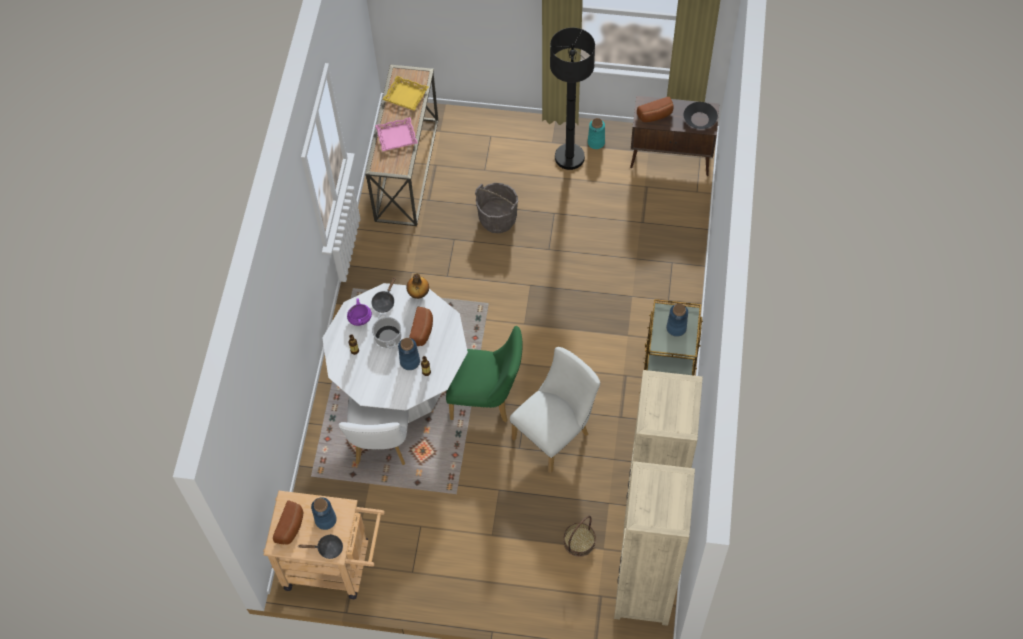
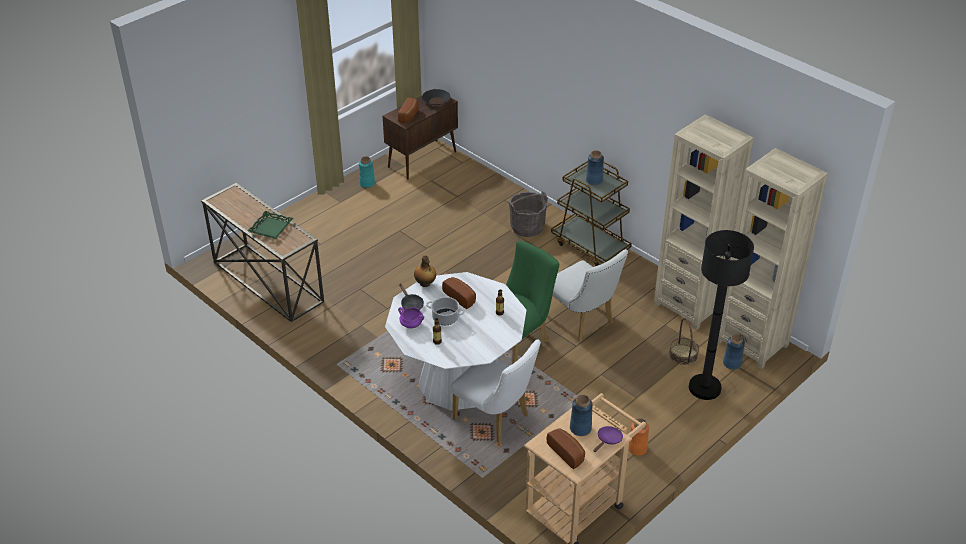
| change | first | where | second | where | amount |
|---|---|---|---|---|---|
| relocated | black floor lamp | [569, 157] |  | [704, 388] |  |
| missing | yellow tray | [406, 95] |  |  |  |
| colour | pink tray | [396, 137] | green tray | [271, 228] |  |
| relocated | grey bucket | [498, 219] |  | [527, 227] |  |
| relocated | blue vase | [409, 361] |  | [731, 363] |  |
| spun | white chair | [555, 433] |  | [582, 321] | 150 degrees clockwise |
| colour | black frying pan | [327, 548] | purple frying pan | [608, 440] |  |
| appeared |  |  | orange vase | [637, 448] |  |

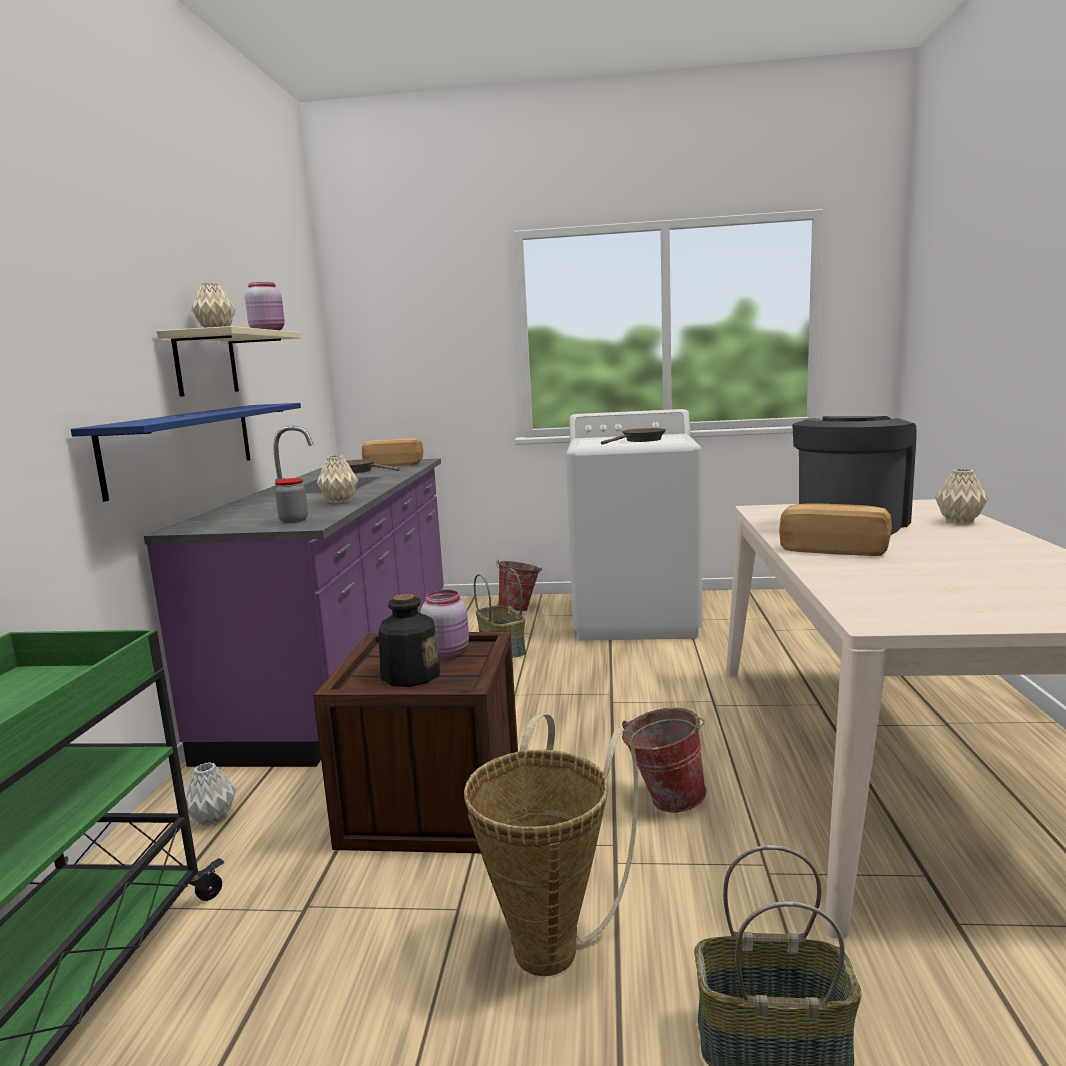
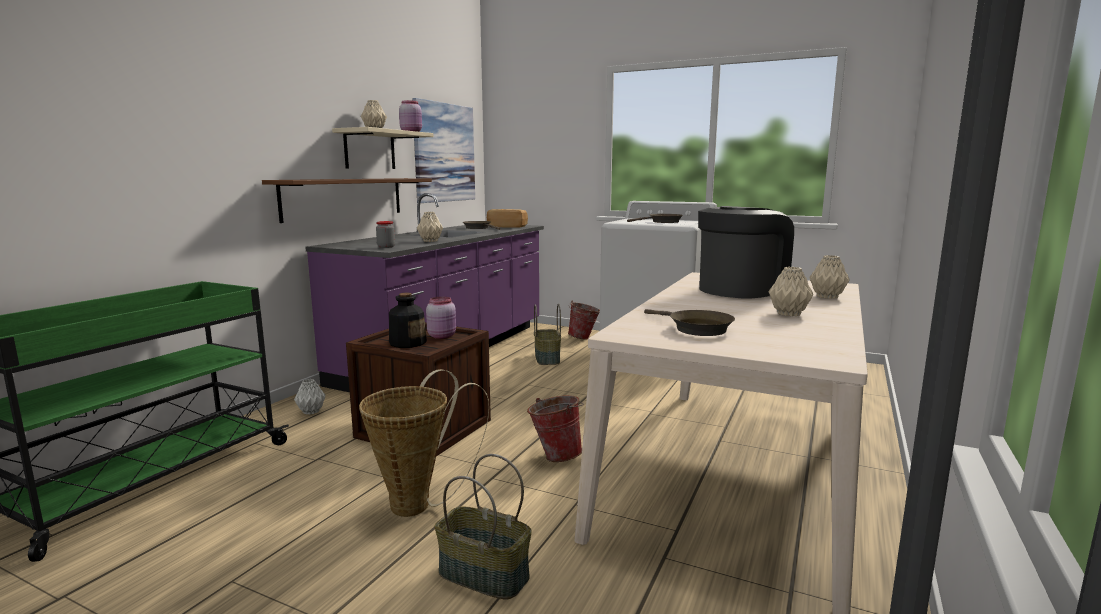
| change | first | where | second | where | amount |
|---|---|---|---|---|---|
| colour | blue shelf | [183, 446] | brown shelf | [344, 198] |  |
| missing | bread | [834, 549] |  |  |  |
| appeared |  |  | picture | [444, 153] |  |
| appeared |  |  | beige vase | [789, 314] |  |
| appeared |  |  | brown frying pan | [695, 328] |  |

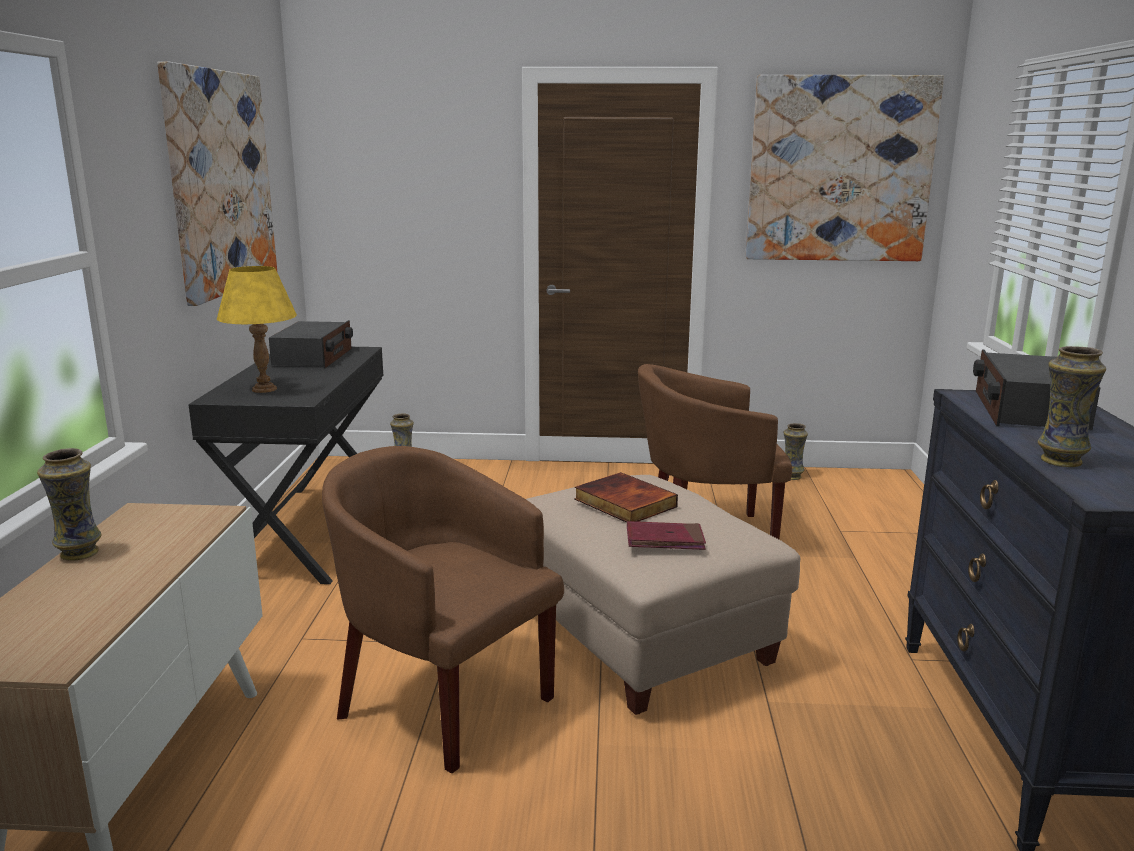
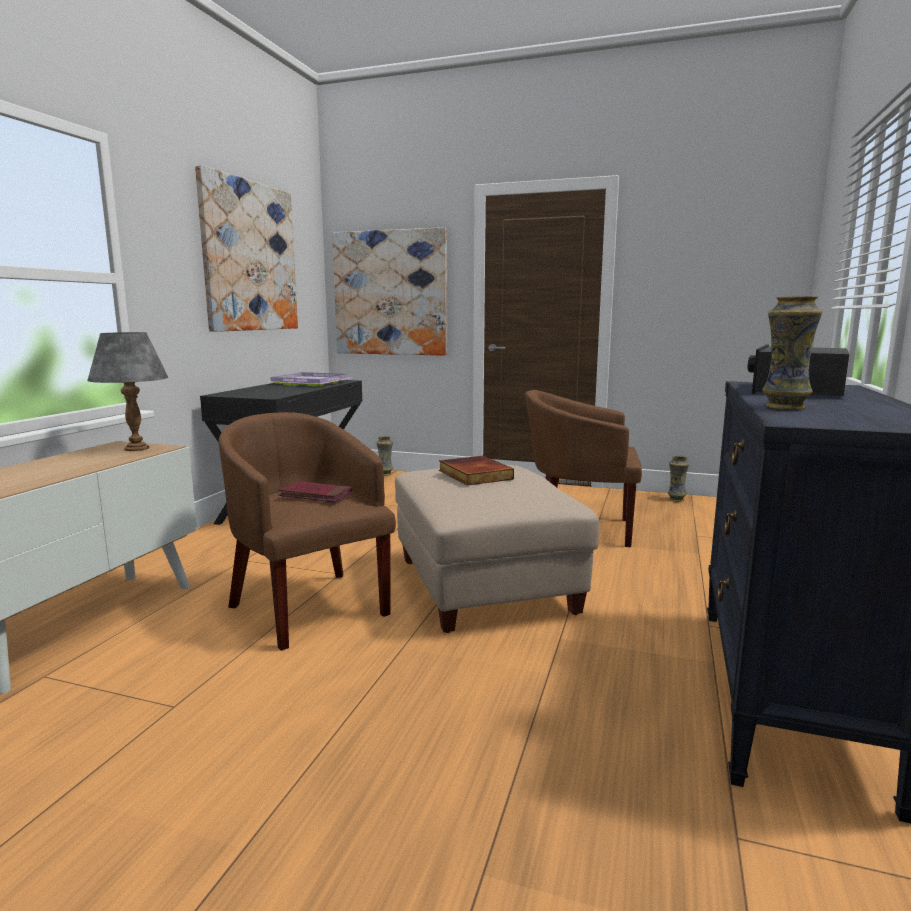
| change | first | where | second | where | amount |
|---|---|---|---|---|---|
| relocated | picture | [839, 170] |  | [390, 293] |  |
| missing | yellow table lamp | [264, 389] |  |  |  |
| exchanged | radio | [313, 357] | purple tray | [310, 382] |  |
| missing | vase | [79, 553] |  |  |  |
| relocated | red book | [665, 540] |  | [316, 495] |  |
| appeared |  |  | grey table lamp | [137, 448] |  |

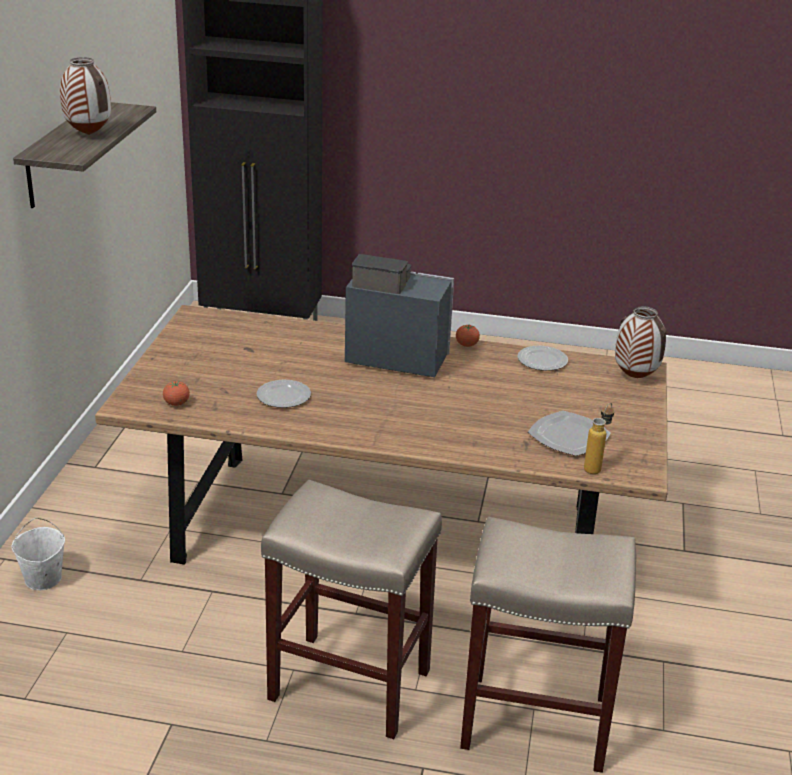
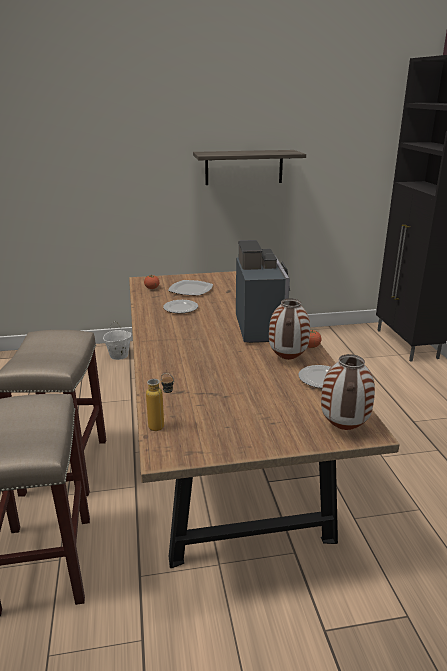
| change | first | where | second | where | amount |
|---|---|---|---|---|---|
| relocated | vase | [88, 134] |  | [287, 359] |  |
| relocated | plate | [569, 436] |  | [191, 290] |  |

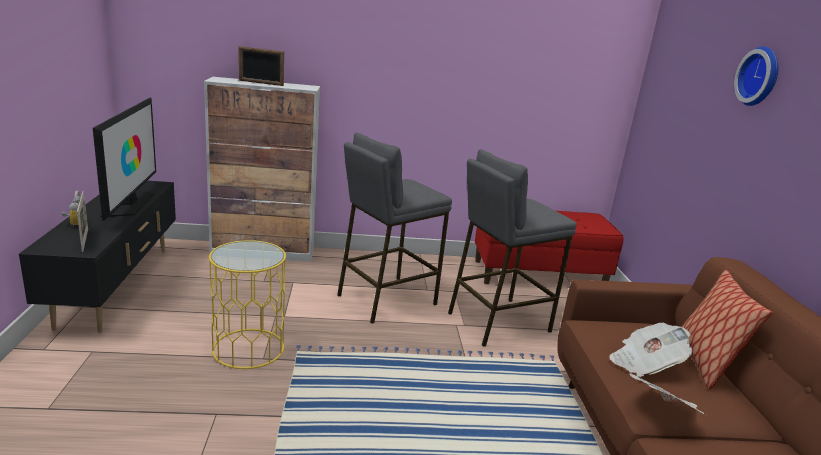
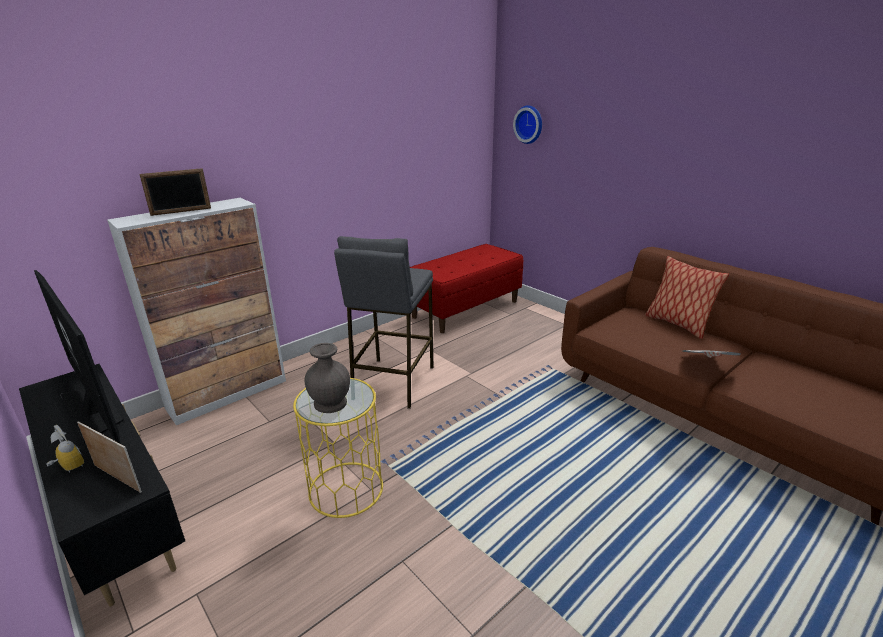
| change | first | where | second | where | amount |
|---|---|---|---|---|---|
| relocated | wall clock | [761, 77] |  | [529, 124] |  |
| missing | grey stool | [497, 321] |  |  |  |
| missing | newspaper | [645, 364] |  |  |  |
| appeared |  |  | grey vase | [331, 403] |  |

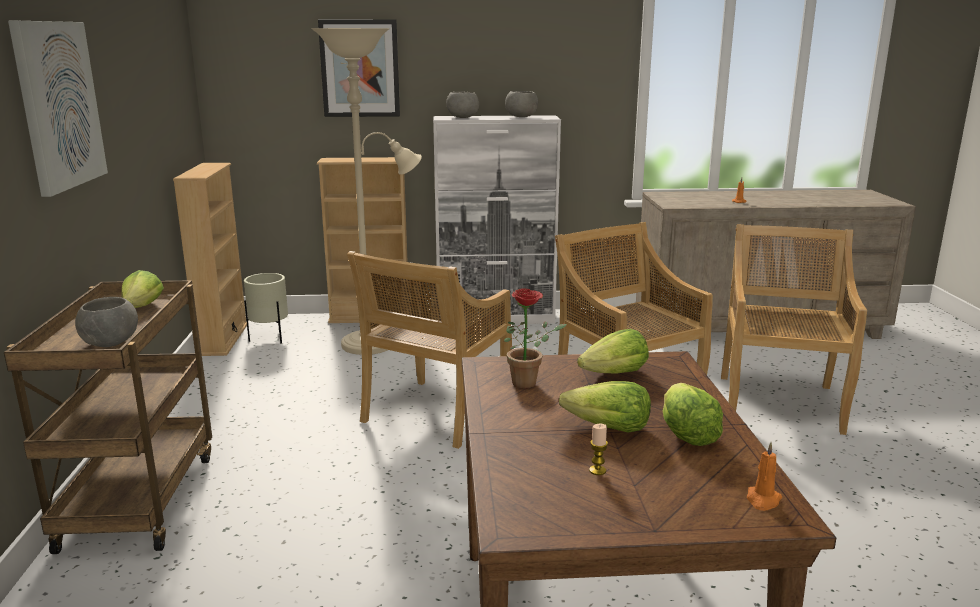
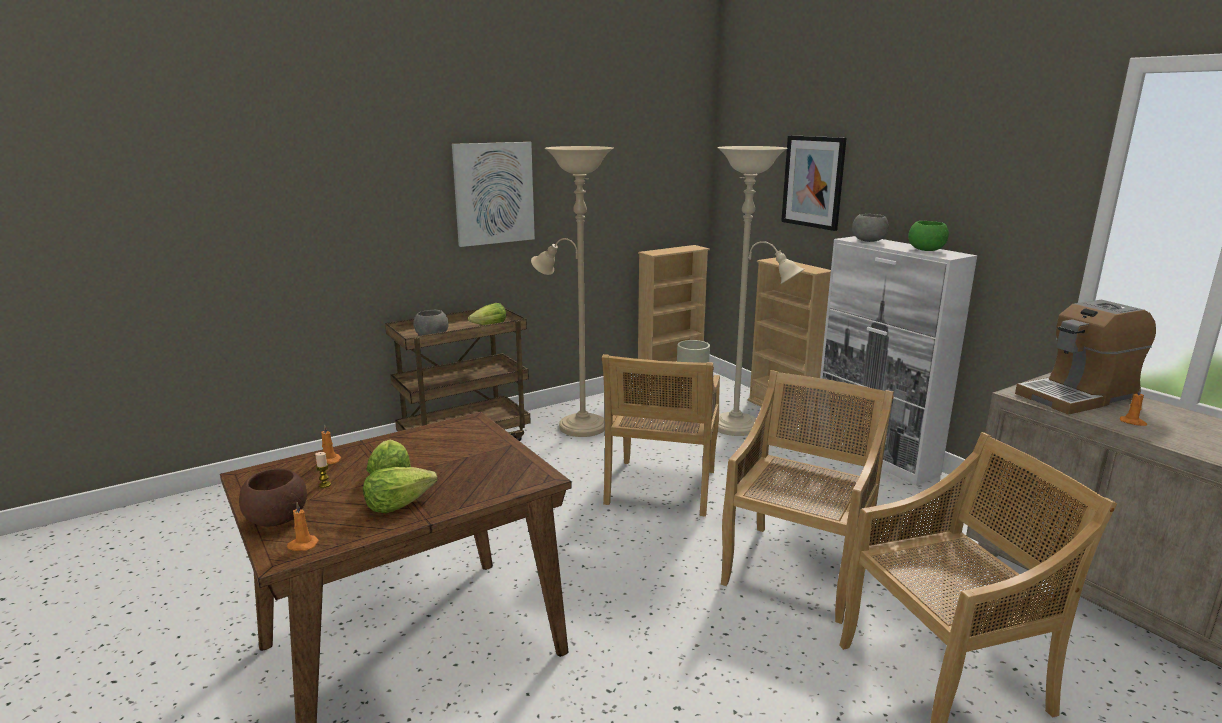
| change | first | where | second | where | amount |
|---|---|---|---|---|---|
| colour | grey bowl | [521, 117] | green bowl | [926, 250] |  |
| spun | beige chair | [435, 414] |  | [661, 488] | 75 degrees counterclockwise |
| missing | potted plant | [529, 383] |  |  |  |
| missing | lettuce | [615, 374] |  |  |  |
| appeared |  |  | beige floor lamp | [577, 425] |  |
| appeared |  |  | coffee machine | [1077, 396] |  |
| appeared |  |  | orange candle | [328, 461] |  |
| appeared |  |  | brown bowl | [277, 519] |  |

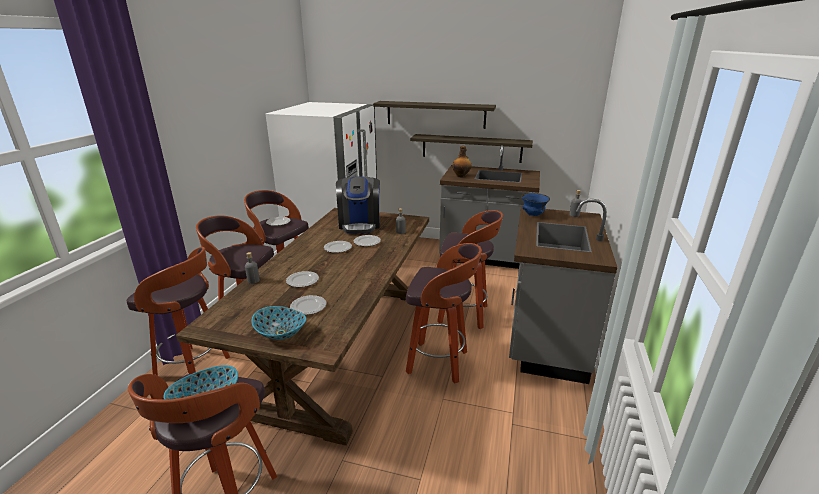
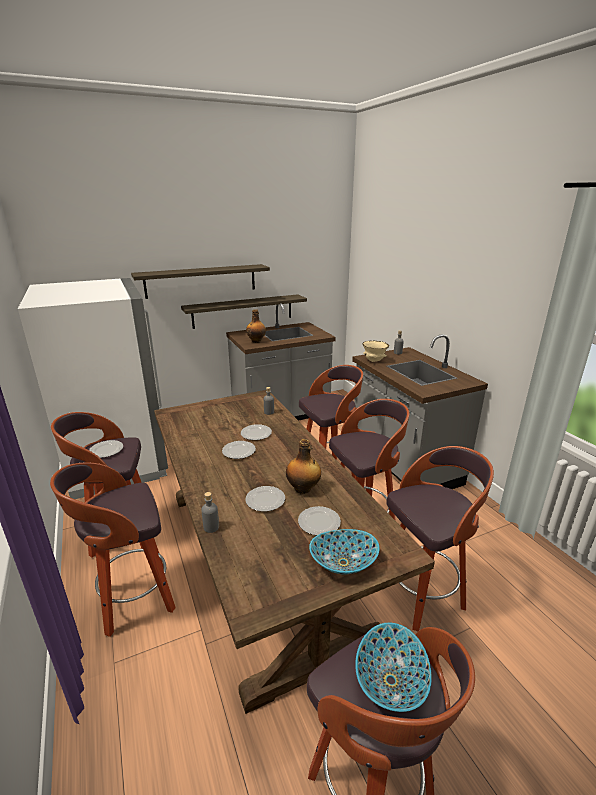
| change | first | where | second | where | amount |
|---|---|---|---|---|---|
| missing | coffee machine | [359, 224] |  |  |  |
| colour | blue bowl | [533, 215] | beige bowl | [374, 361] |  |
| relocated | stool | [195, 368] |  | [423, 595] |  |
| appeared |  |  | bottle | [303, 489] |  |

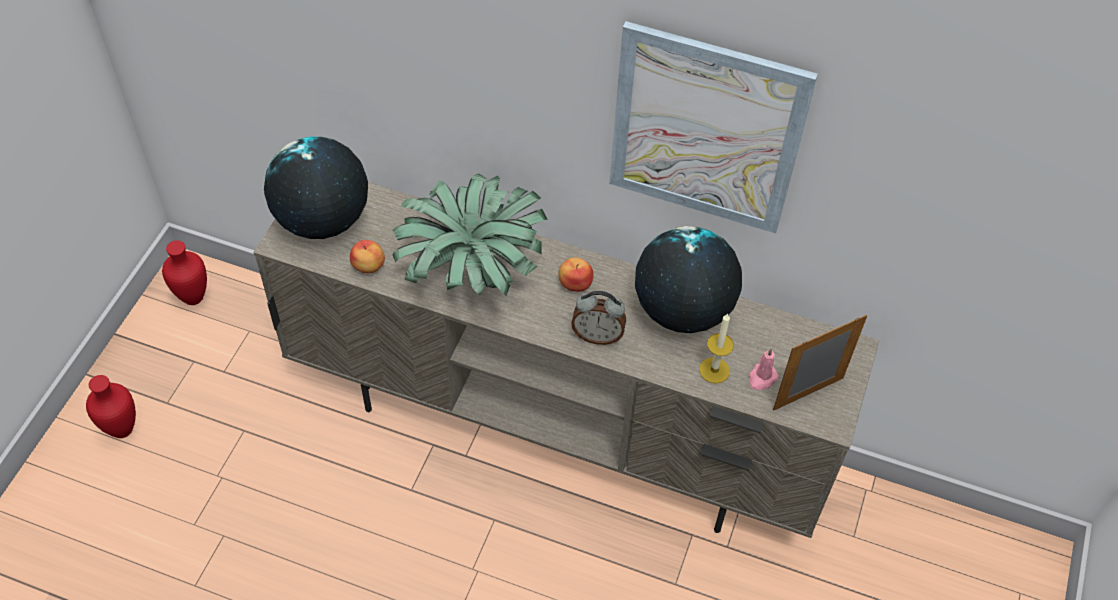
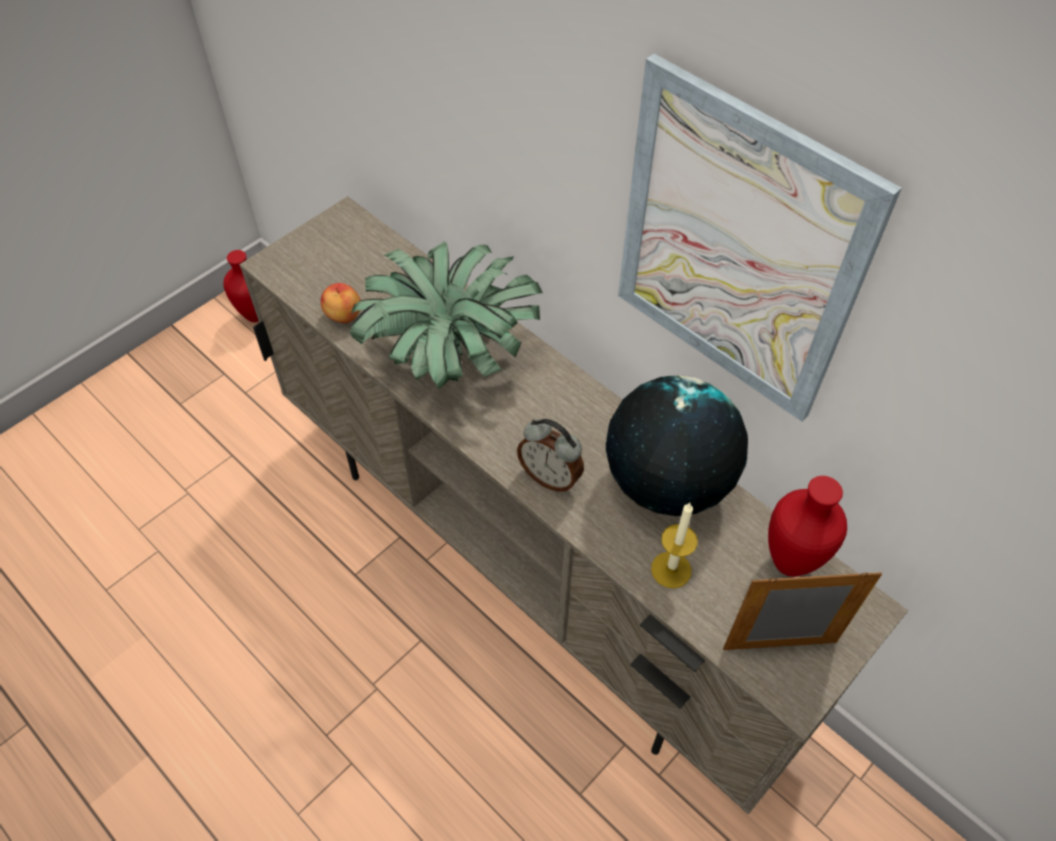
| change | first | where | second | where | amount |
|---|---|---|---|---|---|
| missing | globe | [322, 220] |  |  |  |
| missing | apple | [575, 283] |  |  |  |
| missing | pink candle | [762, 378] |  |  |  |
| relocated | red vase | [121, 430] |  | [787, 563] |  |

